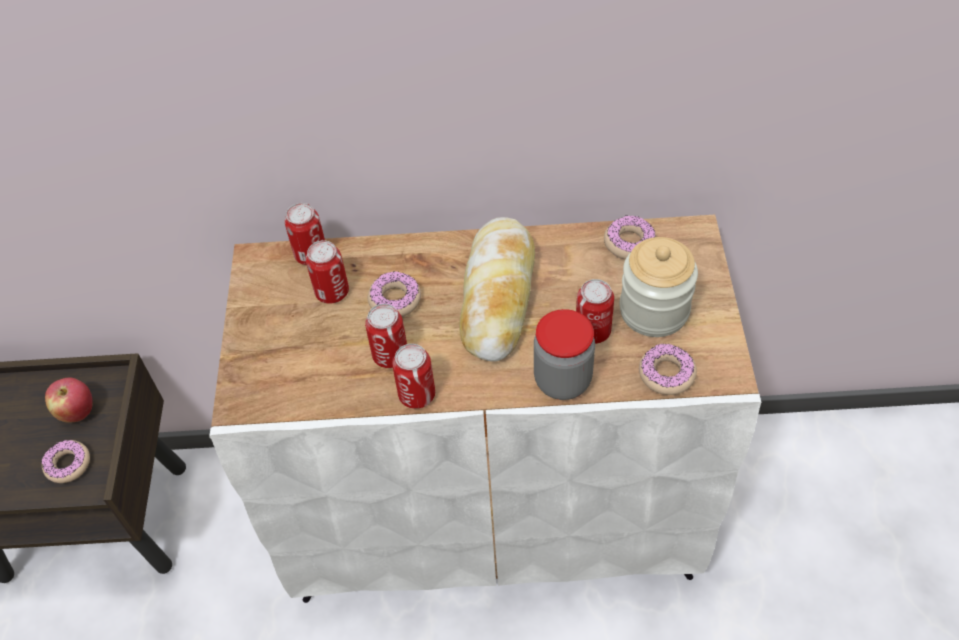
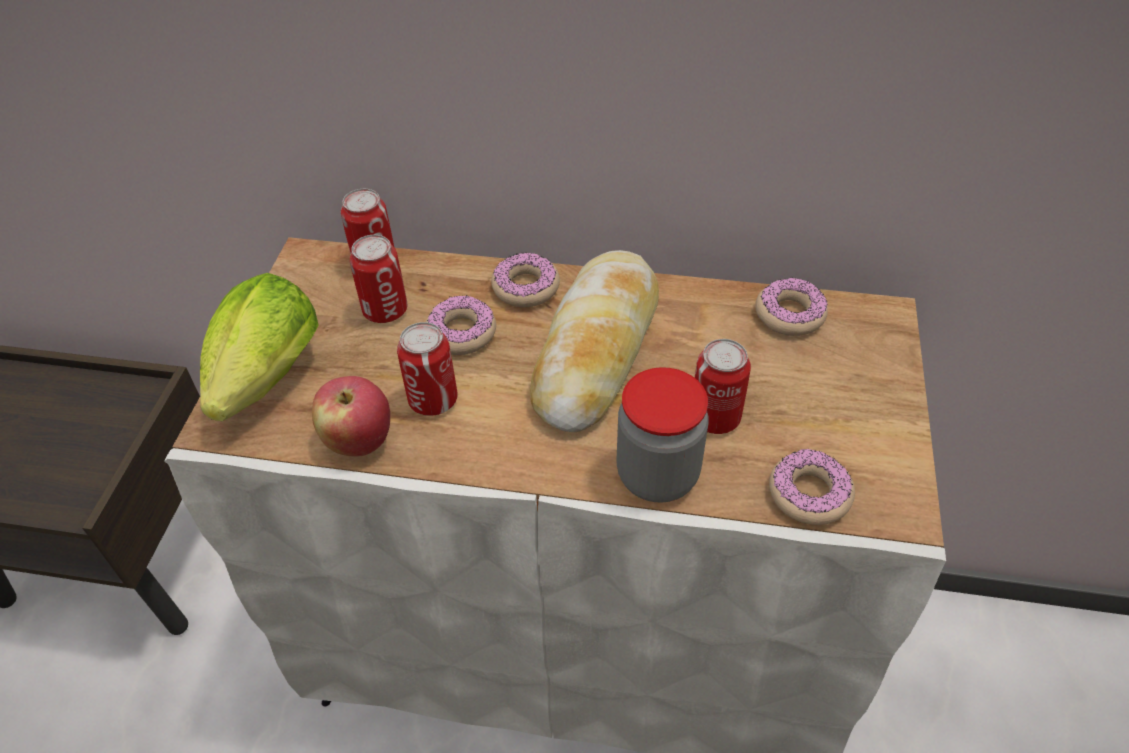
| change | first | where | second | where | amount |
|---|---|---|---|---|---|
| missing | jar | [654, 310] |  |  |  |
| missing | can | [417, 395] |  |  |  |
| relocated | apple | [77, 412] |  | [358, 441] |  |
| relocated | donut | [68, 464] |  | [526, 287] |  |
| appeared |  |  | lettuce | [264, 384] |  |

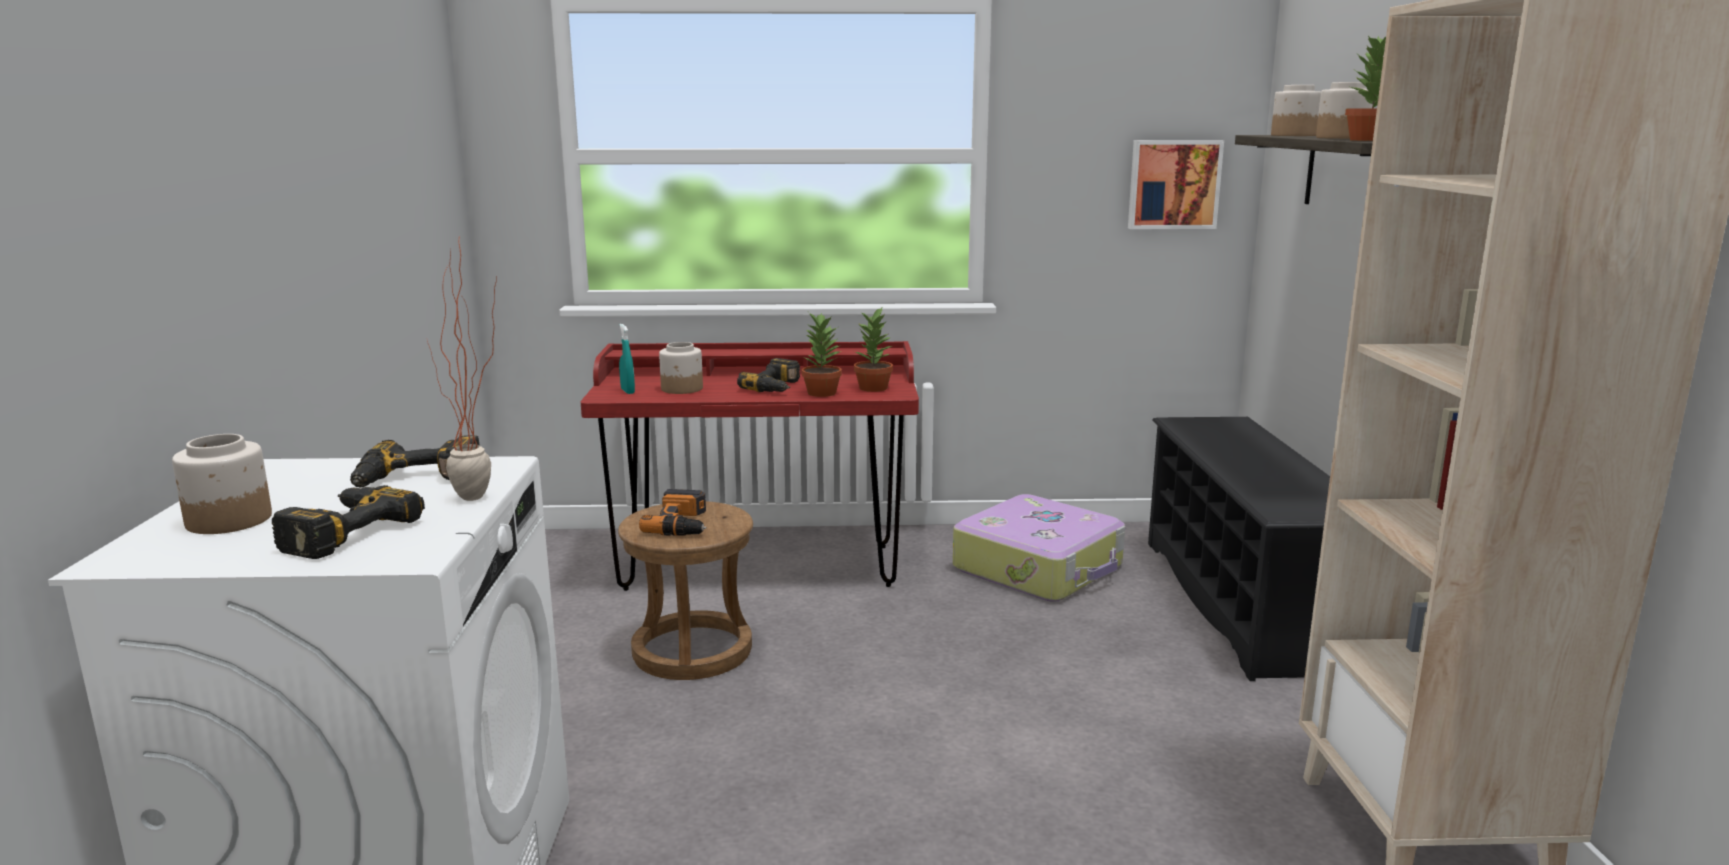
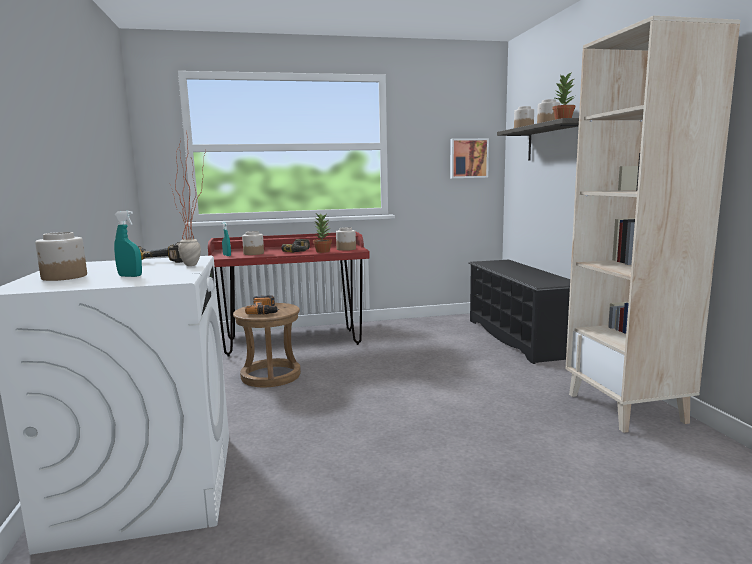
| change | first | where | second | where | amount |
|---|---|---|---|---|---|
| exchanged | potted plant | [874, 388] | jar | [346, 249] |  |
| exchanged | power drill | [341, 532] | turquoise spray bottle | [130, 276] |  |
| missing | suitcase | [1040, 568] |  |  |  |

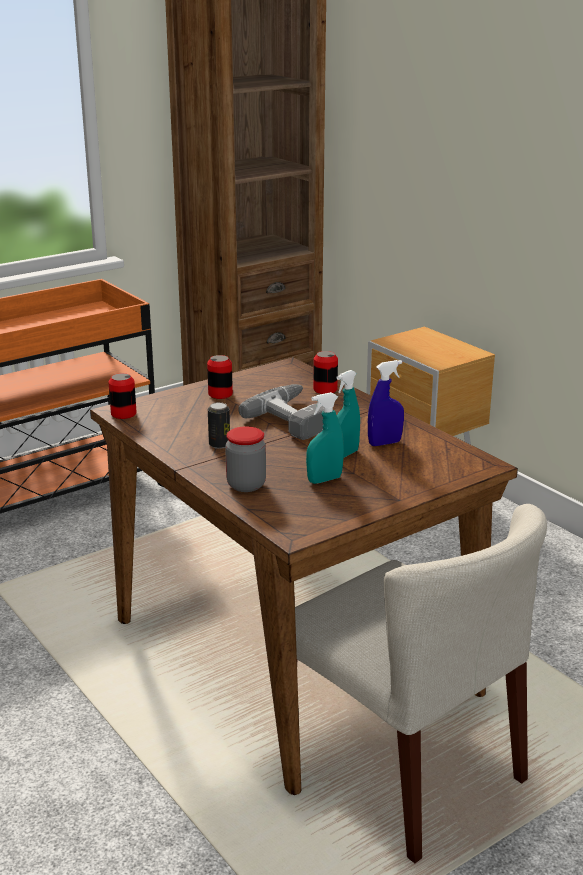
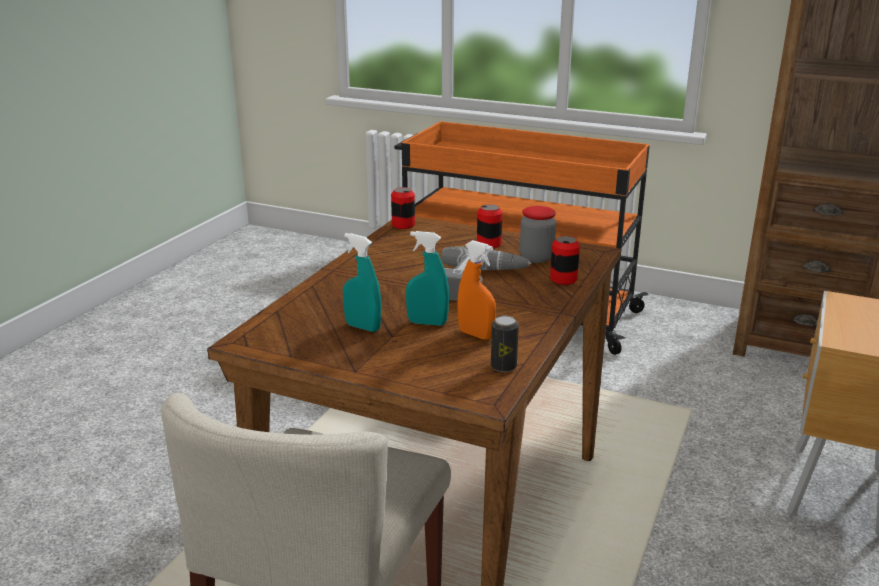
| change | first | where | second | where | amount |
|---|---|---|---|---|---|
| colour | blue spray bottle | [384, 443] | orange spray bottle | [476, 335] |  |
| relocated | can | [219, 444] |  | [503, 366] |  |
| relocated | jar | [246, 485] |  | [536, 258] |  |

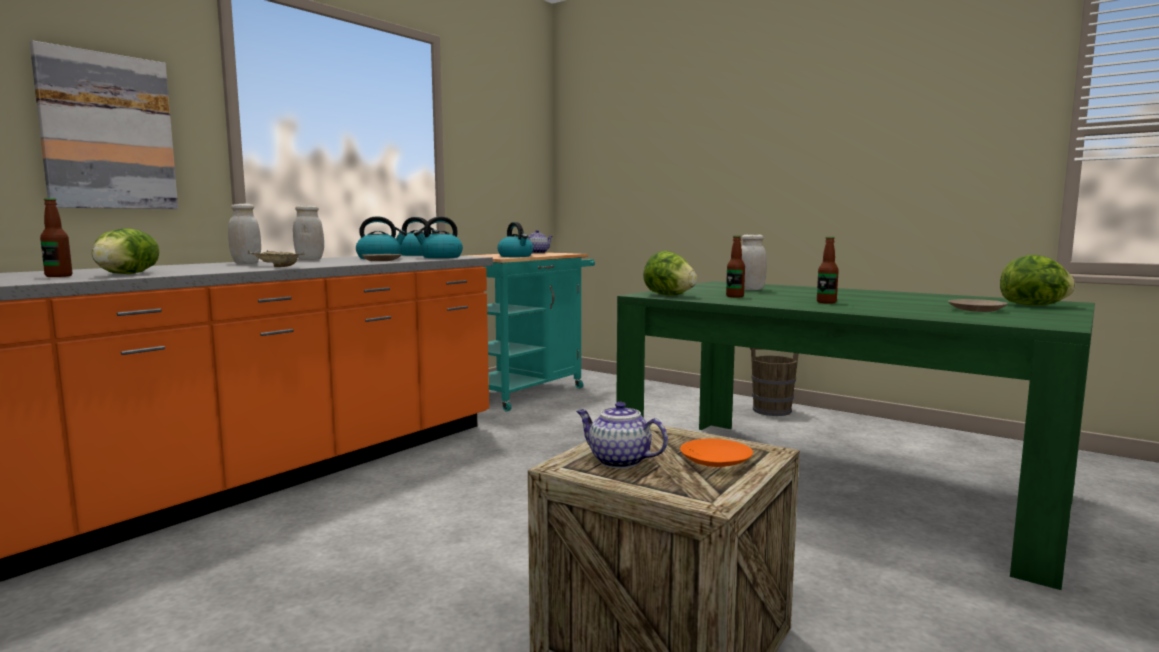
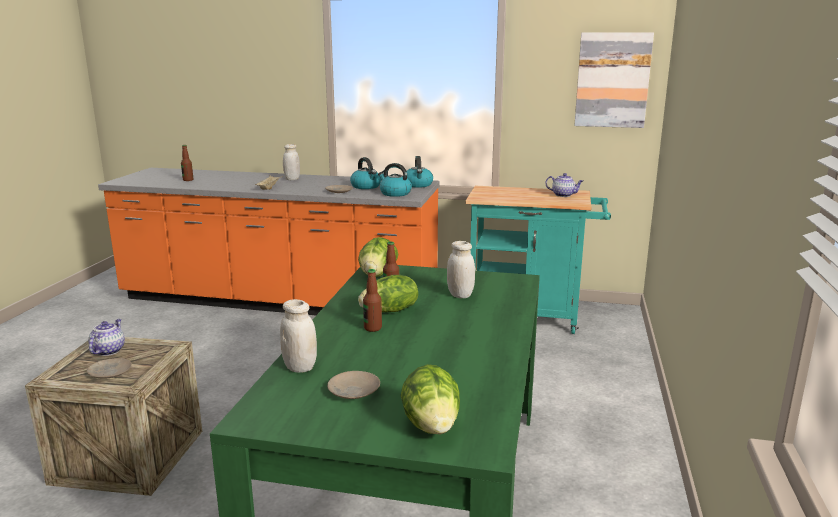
| change | first | where | second | where | amount |
|---|---|---|---|---|---|
| relocated | picture | [107, 132] |  | [612, 80] |  |
| relocated | white jar | [309, 259] |  | [300, 367] |  |
| missing | kettle | [516, 256] |  |  |  |
| relocated | lettuce | [128, 274] |  | [390, 311] |  |
| missing | brown bucket | [771, 410] |  |  |  |
| colour | orange plate | [715, 461] | beige plate | [110, 373] |  |

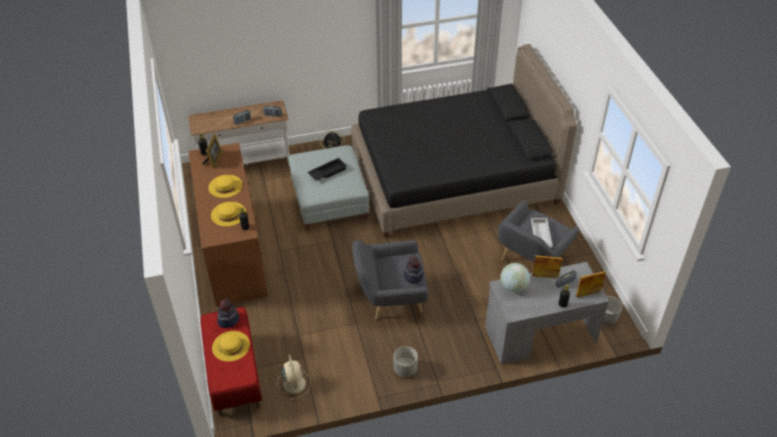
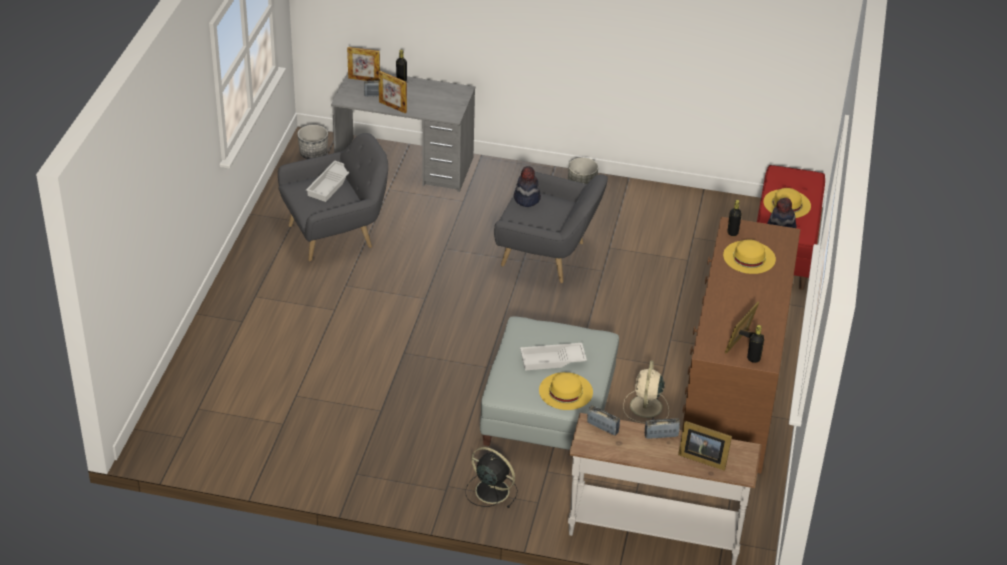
| change | first | where | second | where | amount |
|---|---|---|---|---|---|
| missing | black bed | [453, 177] |  |  |  |
| colour | black tray | [327, 172] | white tray | [552, 360] |  |
| relocated | yellow hat | [225, 186] |  | [565, 391] |  |
| missing | globe | [513, 287] |  |  |  |
| relocated | beige fan | [294, 383] |  | [645, 407] |  |
| appeared |  |  | picture frame | [702, 457] |  |

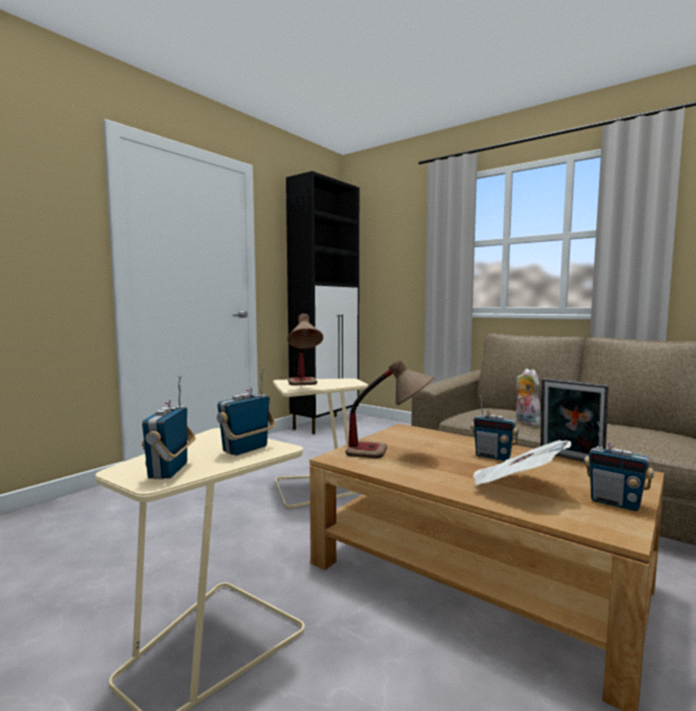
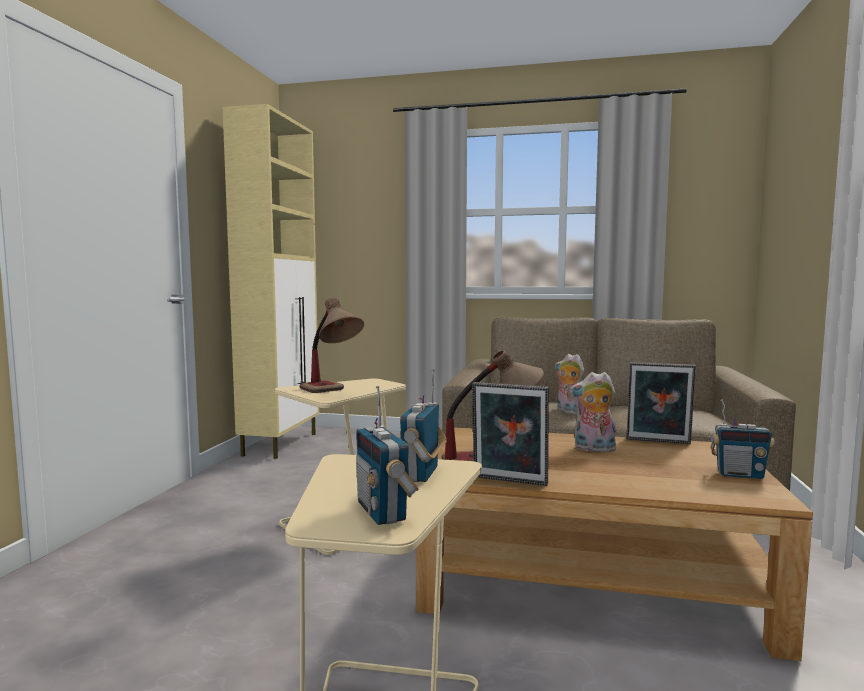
| change | first | where | second | where | amount |
|---|---|---|---|---|---|
| colour | black cabinet | [326, 424] | beige cabinet | [281, 444] |  |
| exchanged | radio | [493, 456] | plush toy | [593, 449] |  |
| missing | newspaper | [514, 487] |  |  |  |
| appeared |  |  | picture frame | [509, 482] |  |

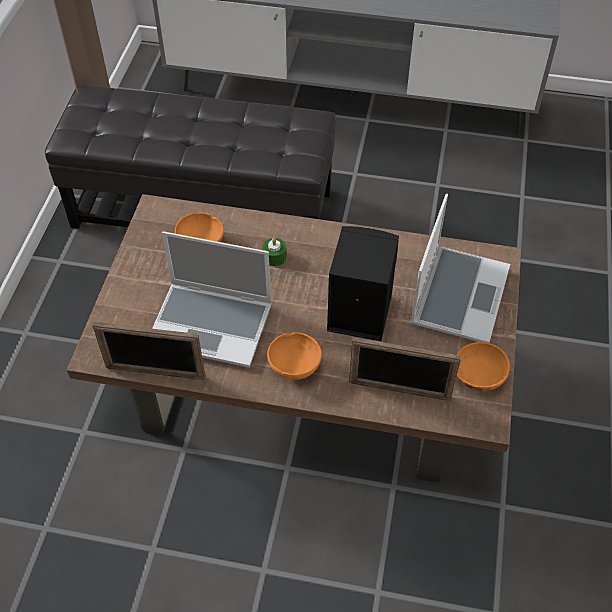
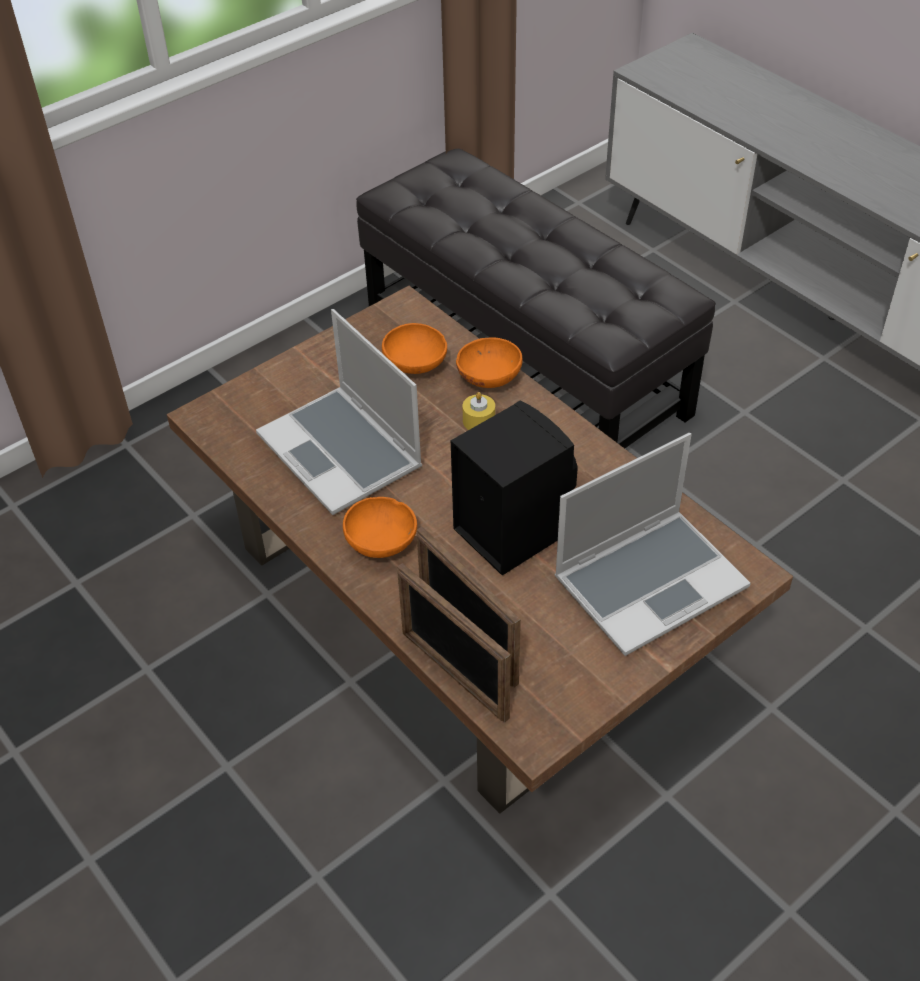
| change | first | where | second | where | amount |
|---|---|---|---|---|---|
| colour | green candle | [274, 257] | yellow candle | [479, 421] |  |
| relocated | picture frame | [155, 372] |  | [453, 674] |  |
| relocated | orange bowl | [477, 376] |  | [488, 378] |  |

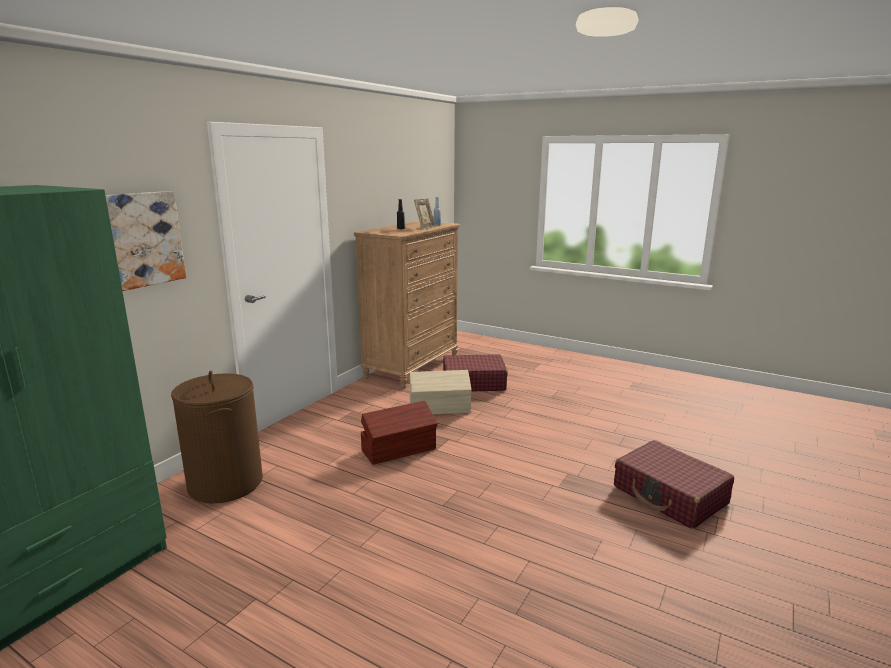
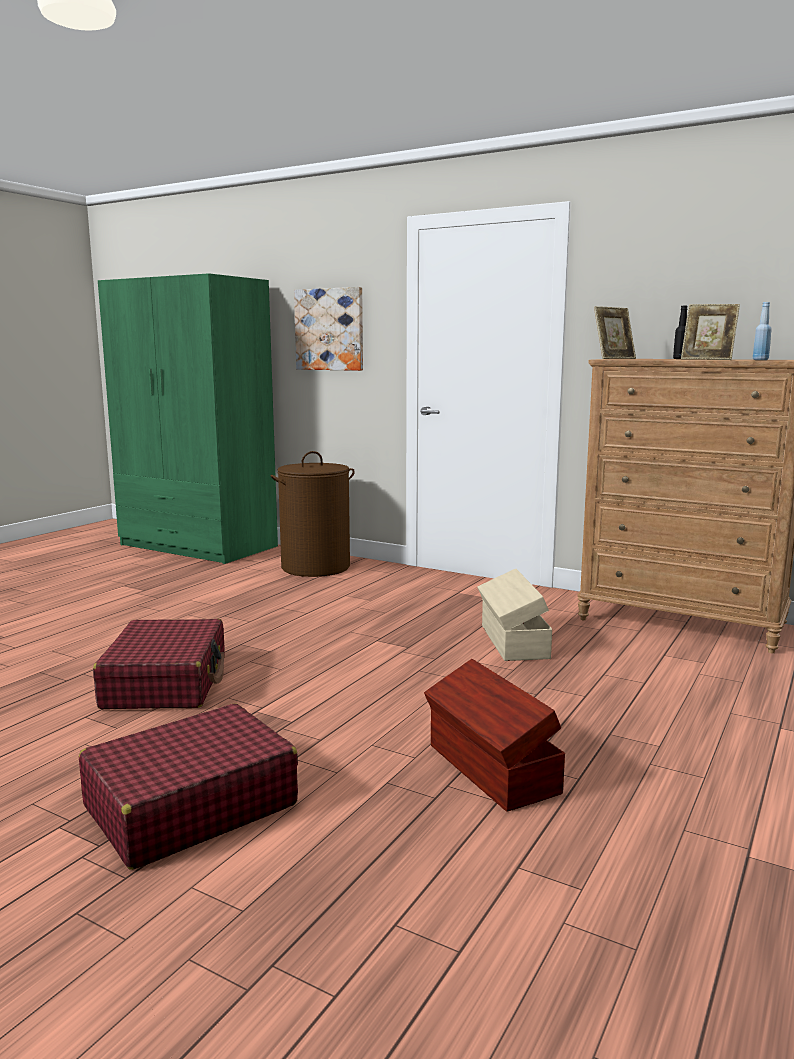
| change | first | where | second | where | amount |
|---|---|---|---|---|---|
| relocated | red suitcase | [473, 382] |  | [166, 682] |  |
| relocated | brown storage box | [399, 450] |  | [491, 770] |  |
| appeared |  |  | picture frame | [613, 358] |  |

